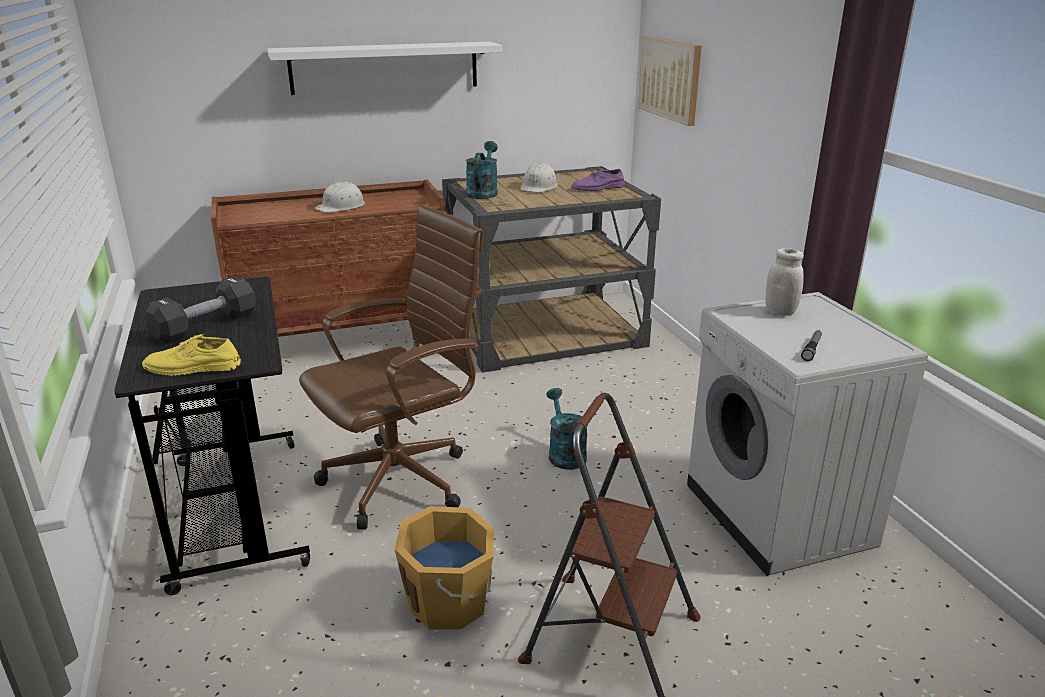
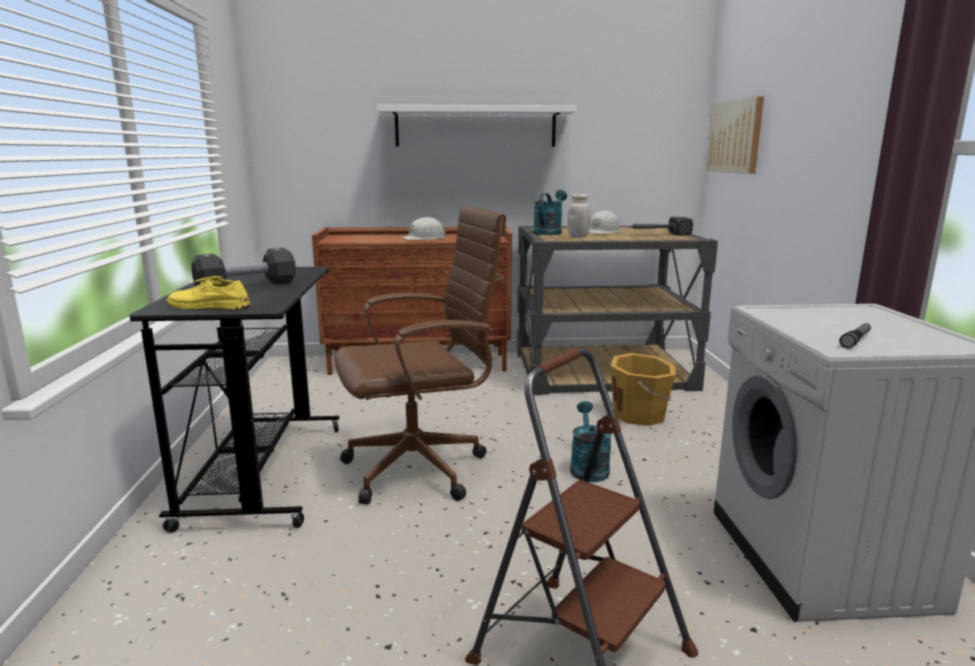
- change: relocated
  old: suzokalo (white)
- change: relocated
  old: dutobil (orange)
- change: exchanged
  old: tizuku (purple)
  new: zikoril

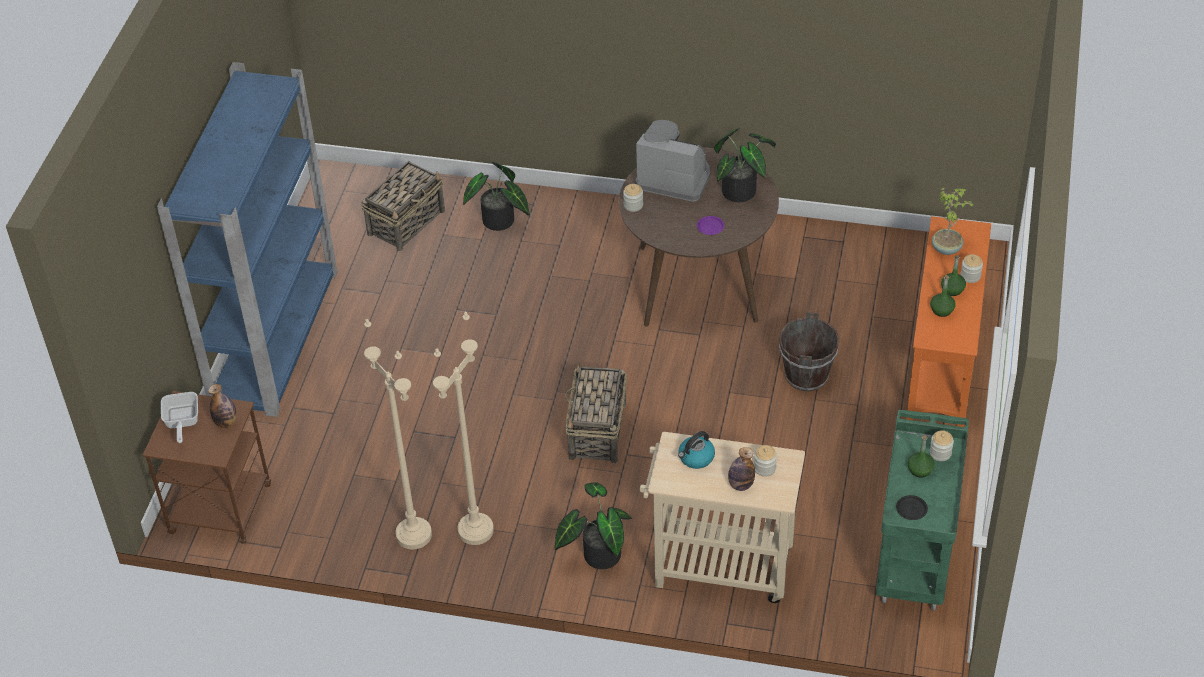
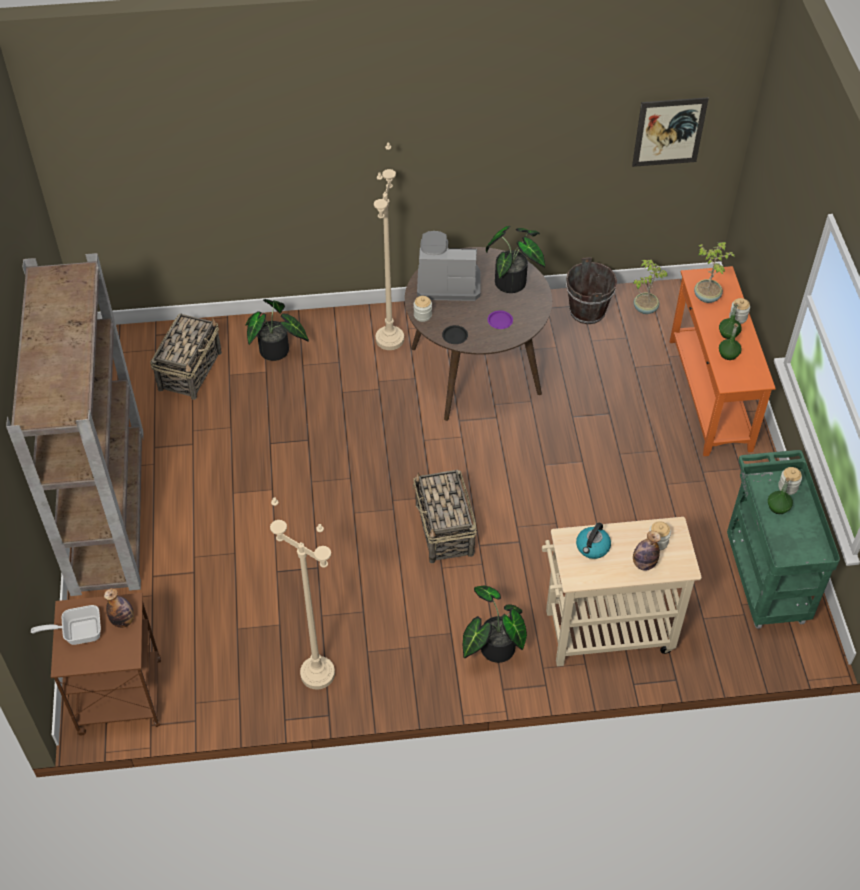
- change: colour
  old: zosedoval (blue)
  new: zosedoval (brown)
- change: spun
  old: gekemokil
  degrees: 105
- change: relocated
  old: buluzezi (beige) (no. 2 from left)
- change: relocated
  old: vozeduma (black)
- change: relocated
  old: dutobil (brown)
- change: appeared
  new: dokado
- change: appeared
  new: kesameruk (no. 4 from left)

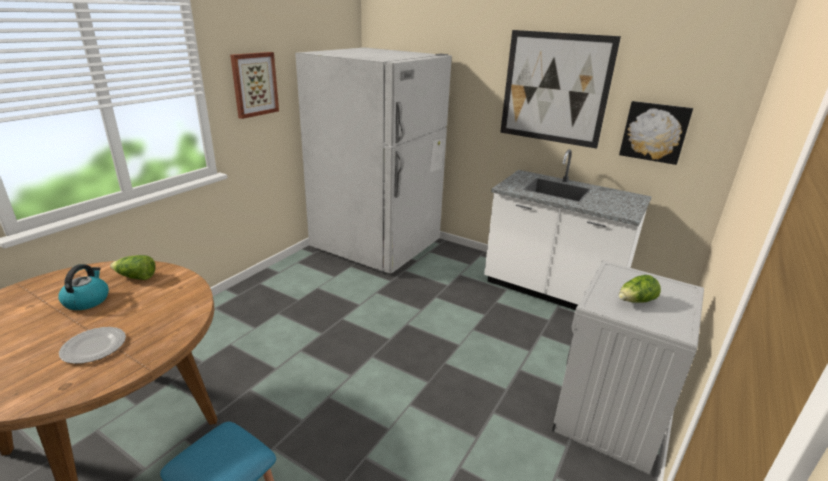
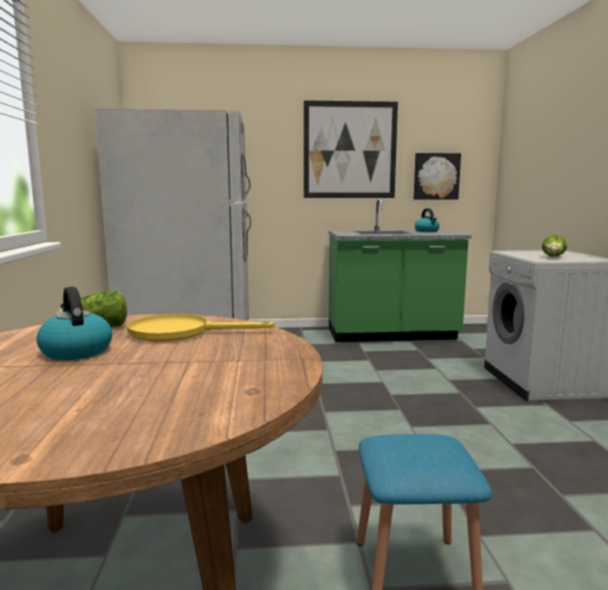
- change: appeared
  new: gekemokil (yellow)
- change: colour
  old: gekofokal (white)
  new: gekofokal (green)
- change: appeared
  new: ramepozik (no. 2 from left)
- change: missing
  old: vozeduma
- change: missing
  old: dokado (no. 1 from left)

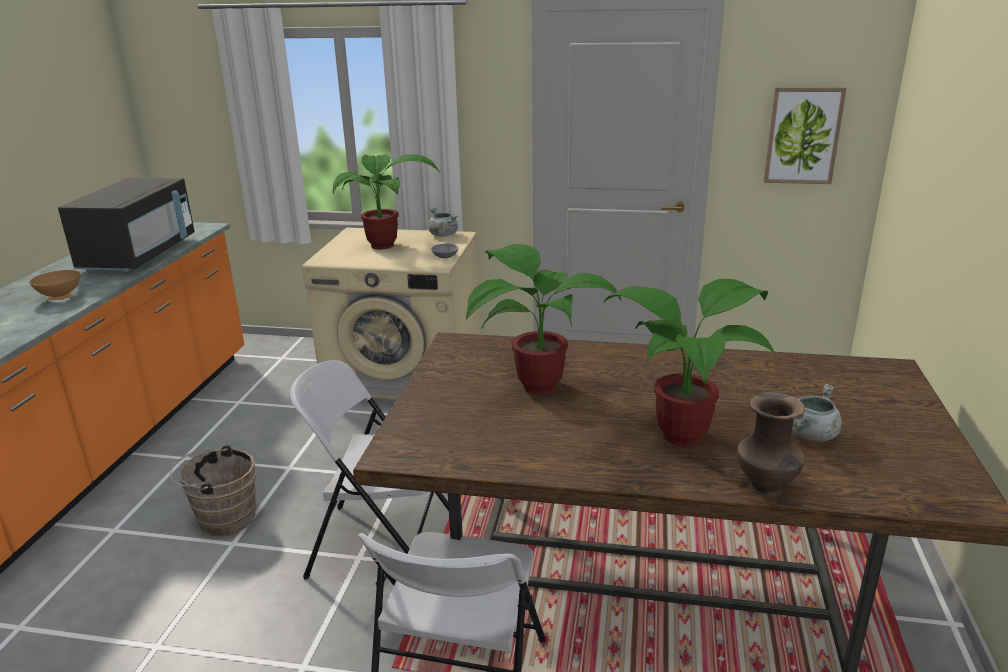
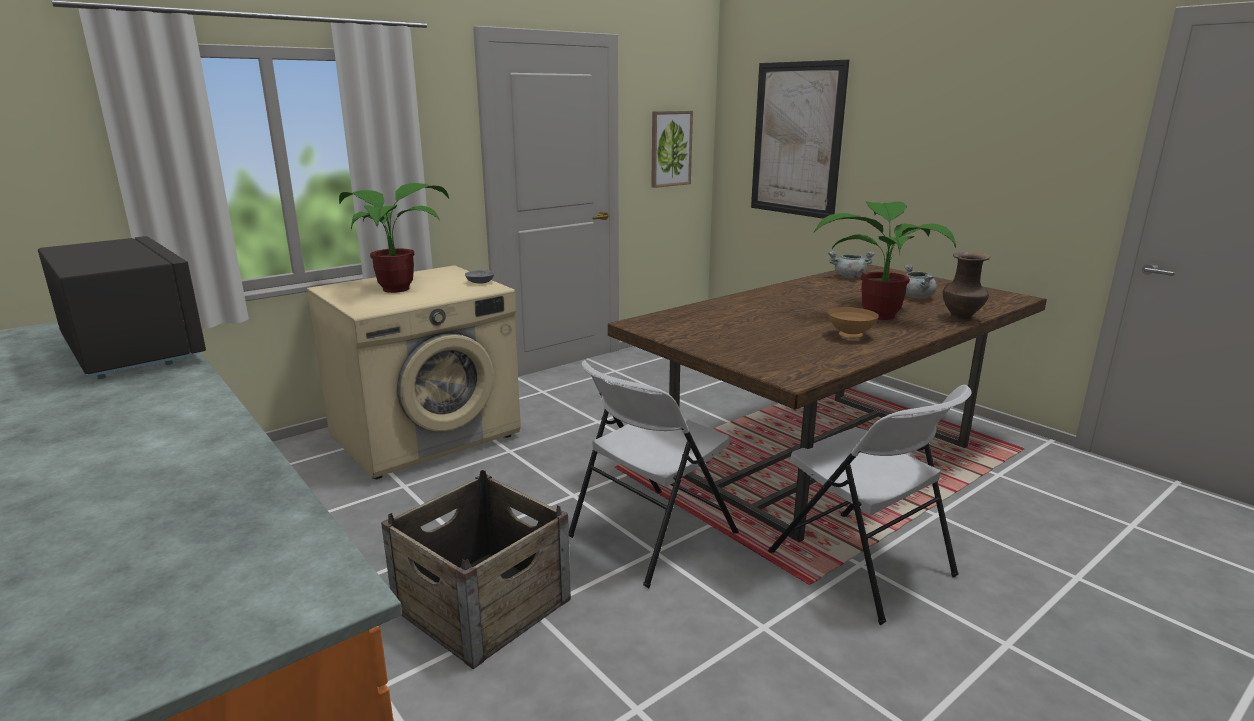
- change: exchanged
  old: dutobil (brown)
  new: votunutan
- change: appeared
  new: dokado (no. 2 from left)
- change: relocated
  old: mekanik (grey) (no. 1 from left)
- change: relocated
  old: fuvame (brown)
- change: missing
  old: kesameruk (no. 2 from left)

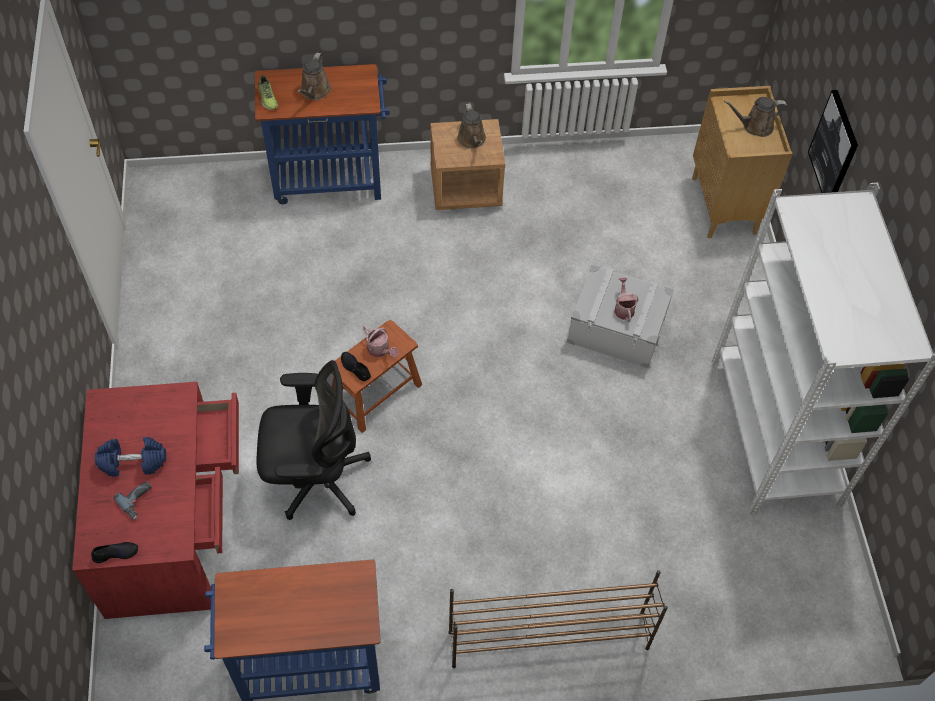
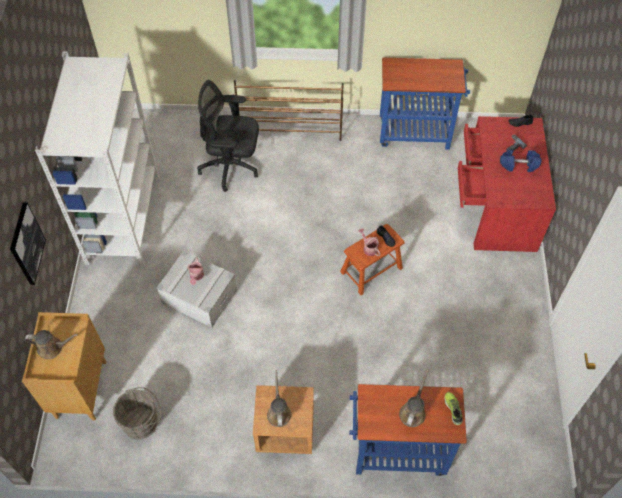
- change: appeared
  new: dutobil (grey)
- change: relocated
  old: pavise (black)

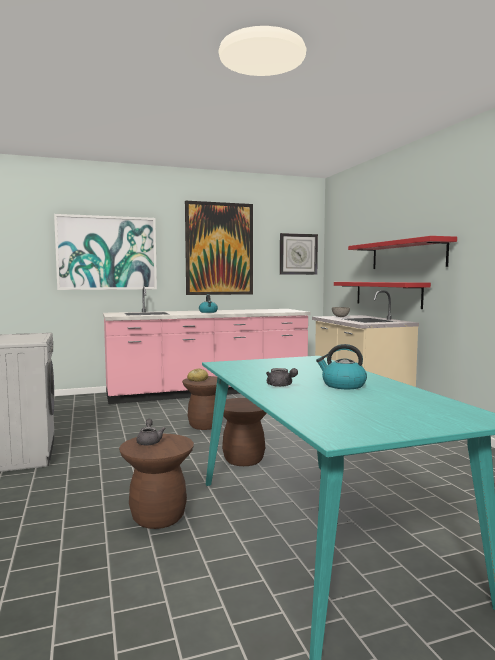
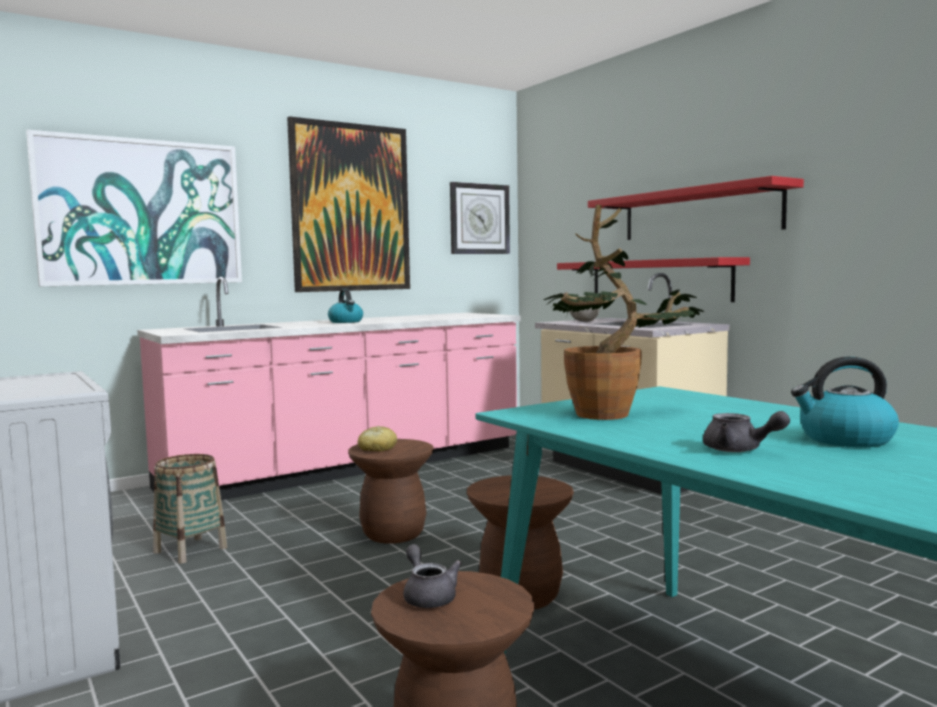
- change: appeared
  new: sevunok
- change: appeared
  new: kesameruk

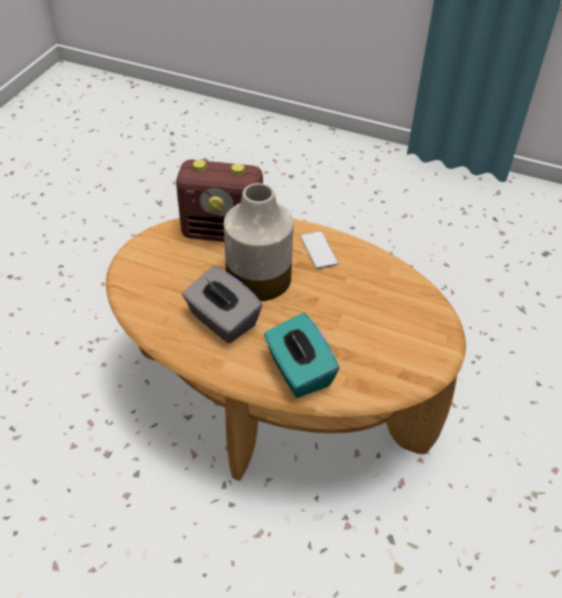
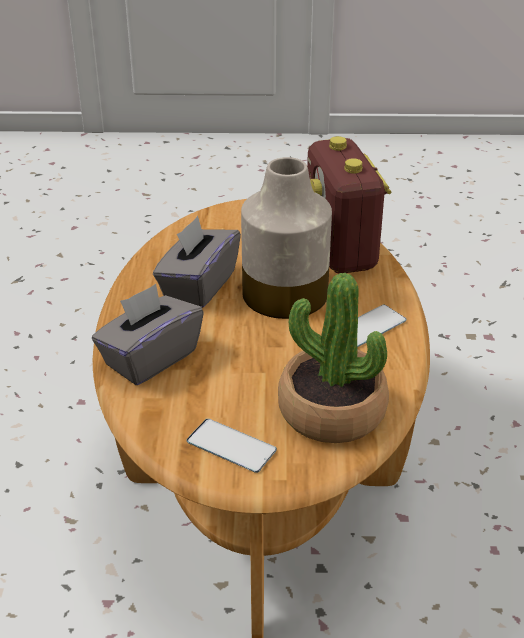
- change: colour
  old: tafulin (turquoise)
  new: tafulin (grey) (no. 1 from left)
- change: appeared
  new: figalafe (no. 1 from left)
- change: appeared
  new: kesameruk

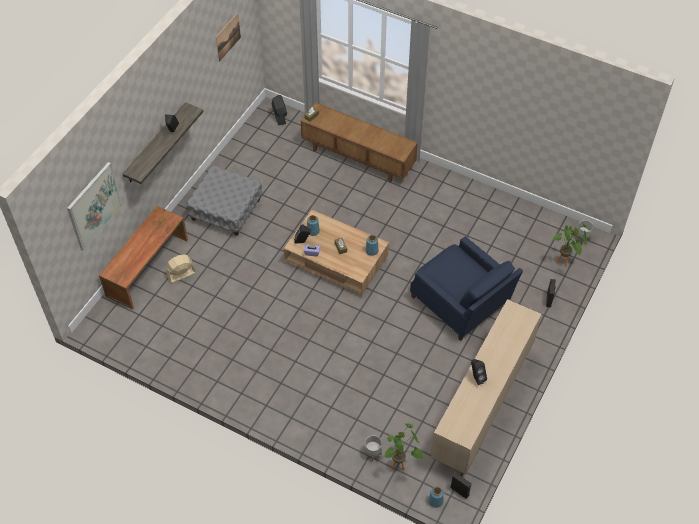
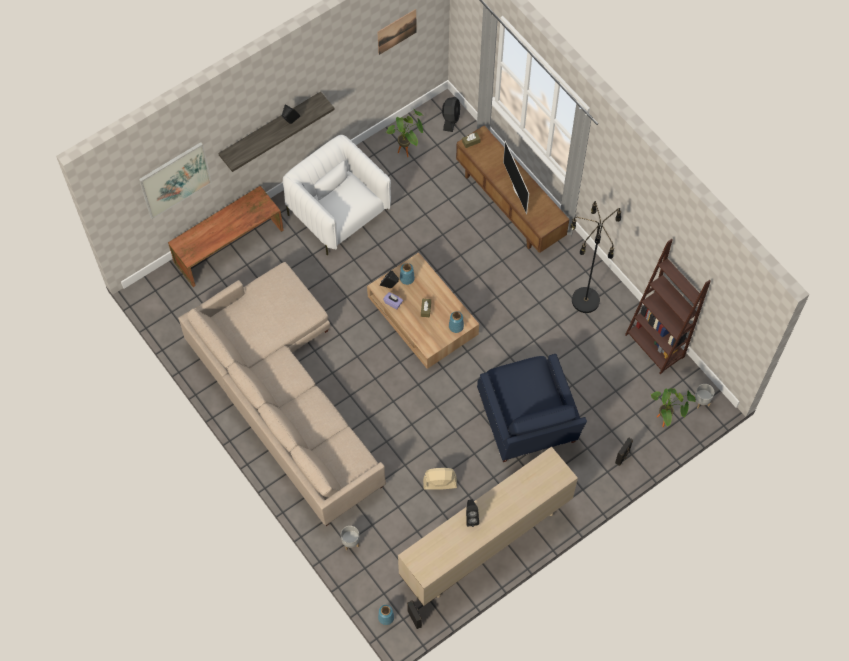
- change: appeared
  new: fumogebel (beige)
- change: exchanged
  old: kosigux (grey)
  new: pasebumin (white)
- change: relocated
  old: kesameruk (no. 1 from left)
- change: relocated
  old: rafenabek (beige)
- change: appeared
  new: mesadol
- change: appeared
  new: buluzezi
- change: appeared
  new: zosedoval (brown)

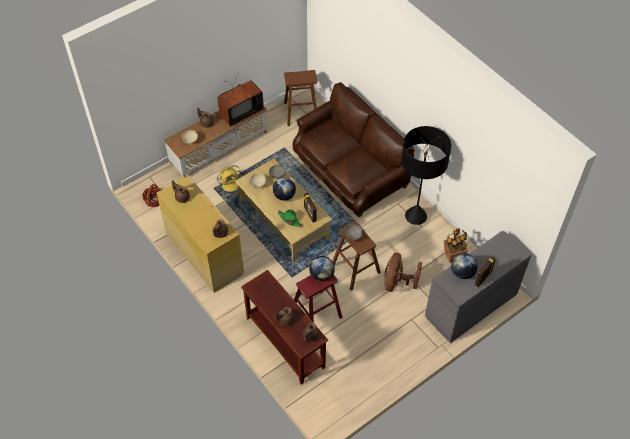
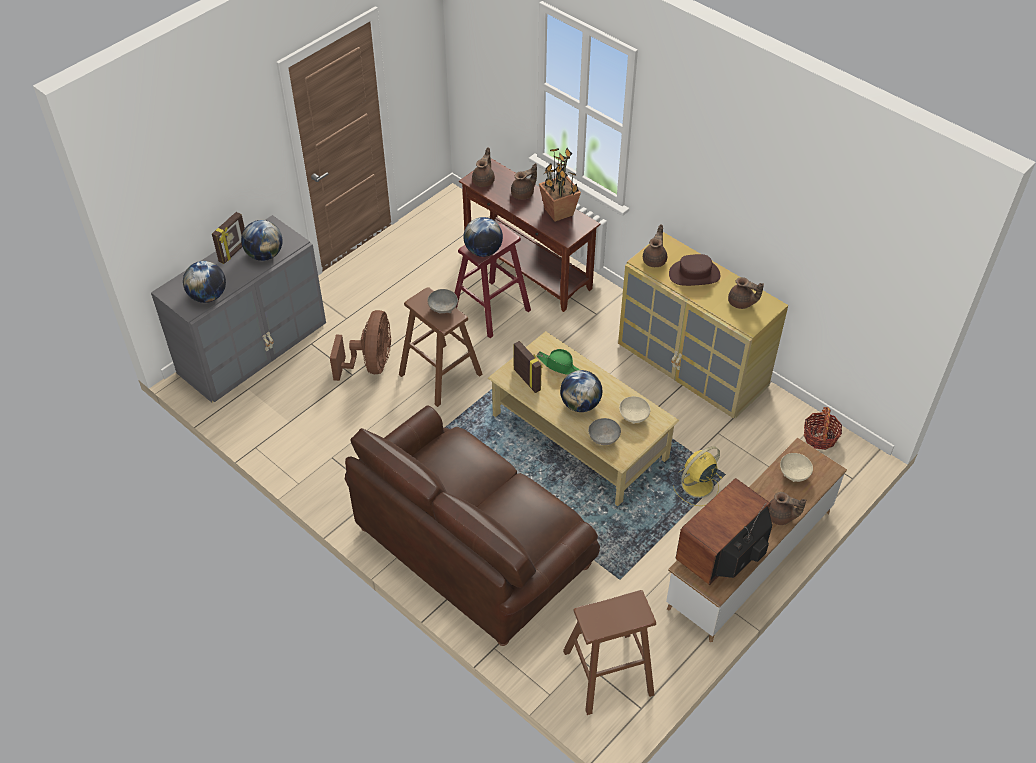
- change: appeared
  new: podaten (no. 1 from left)
- change: relocated
  old: kesameruk
- change: appeared
  new: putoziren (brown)
- change: missing
  old: buluzezi (black)

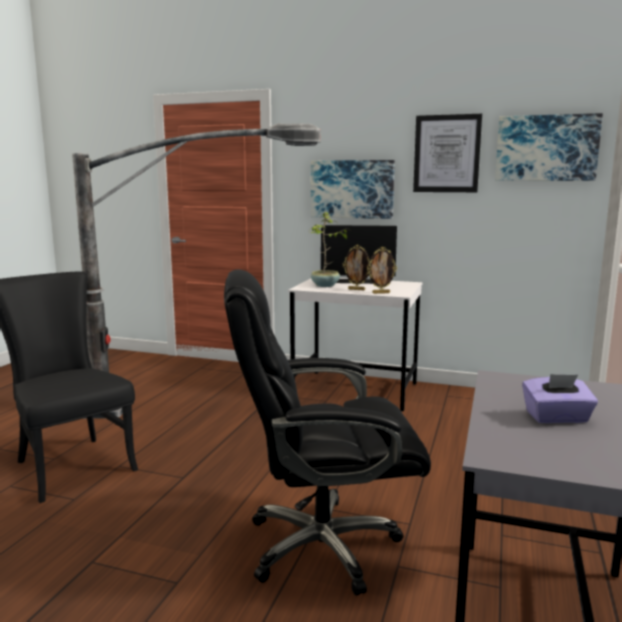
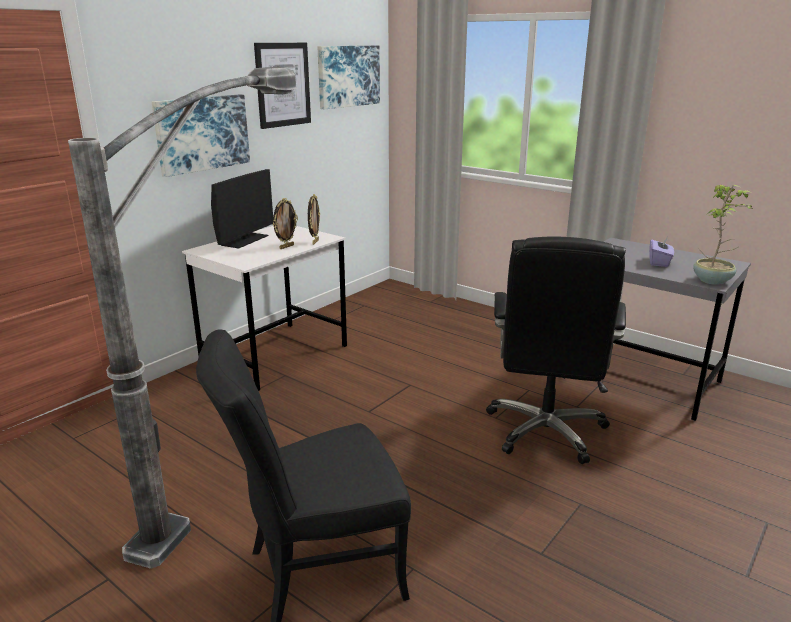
- change: relocated
  old: kesameruk

